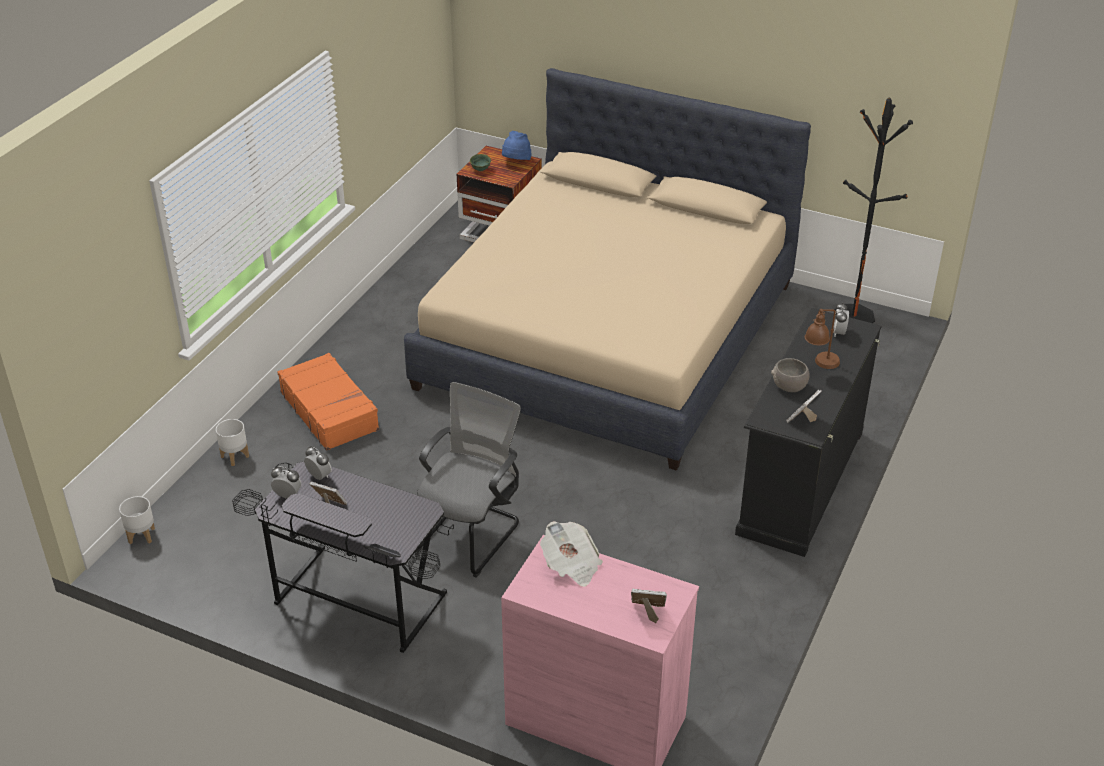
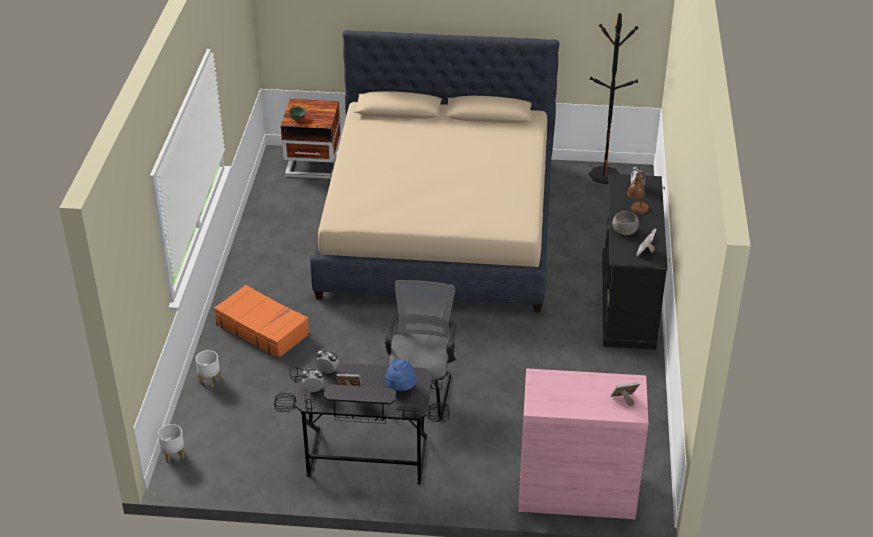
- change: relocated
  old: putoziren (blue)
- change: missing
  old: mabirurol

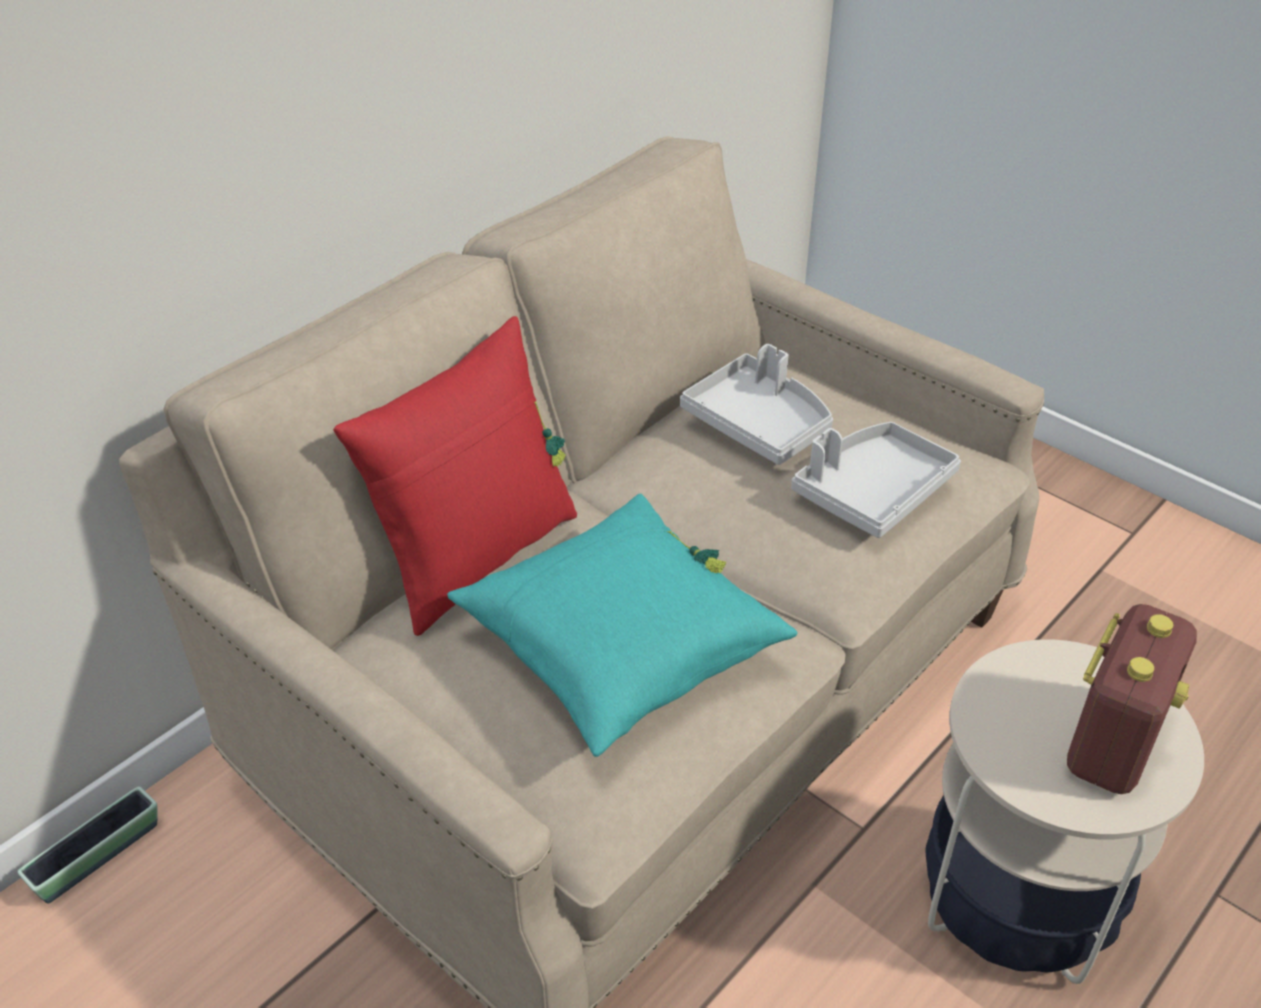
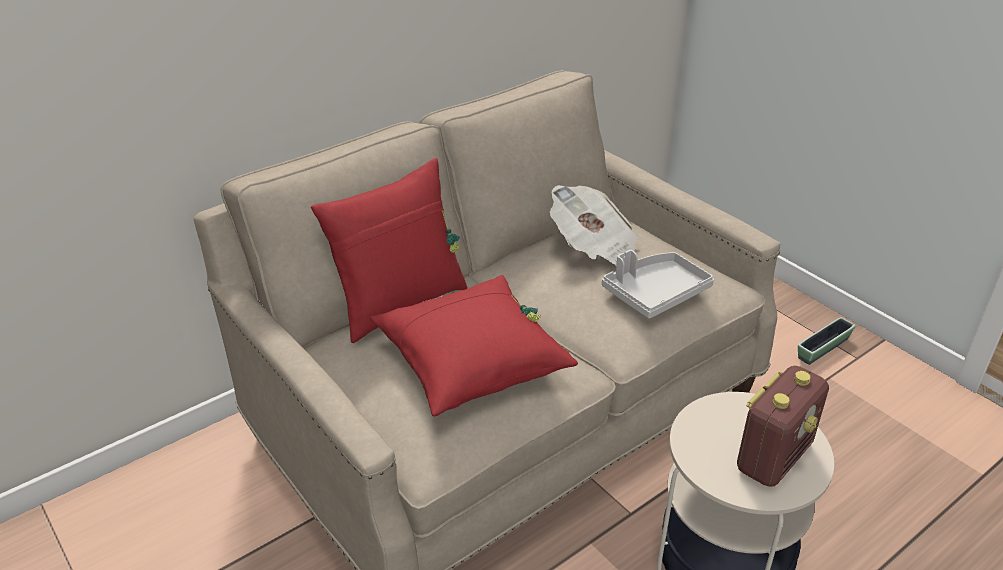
- change: colour
  old: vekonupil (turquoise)
  new: vekonupil (red) (no. 2 from left)
- change: exchanged
  old: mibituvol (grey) (no. 1 from left)
  new: mabirurol
- change: relocated
  old: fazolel

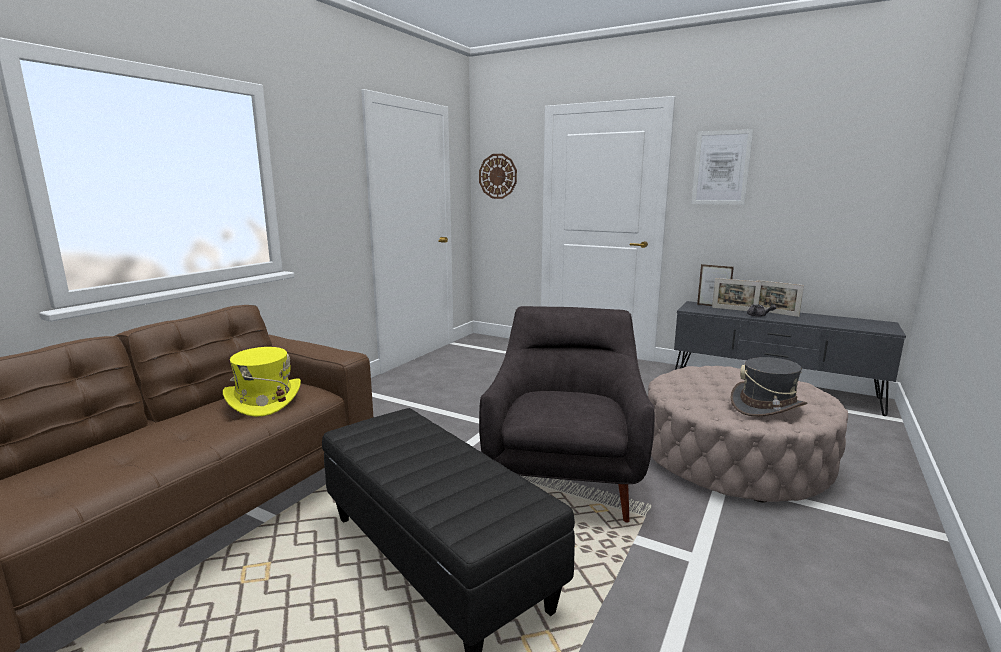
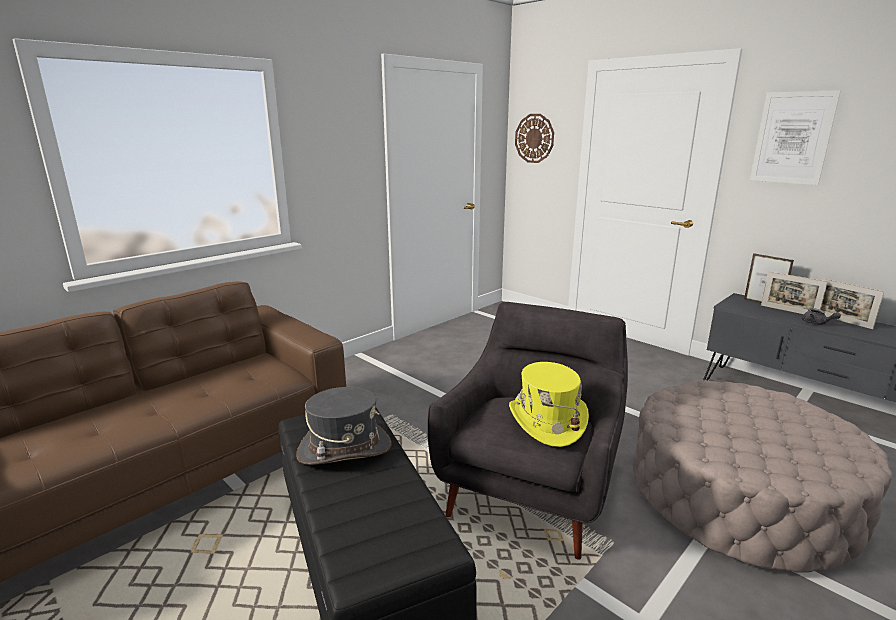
- change: relocated
  old: putoziren (grey)
- change: relocated
  old: putoziren (yellow)

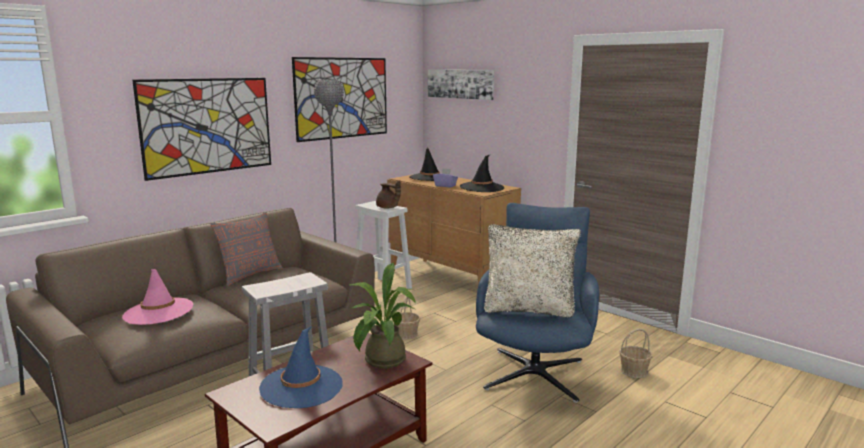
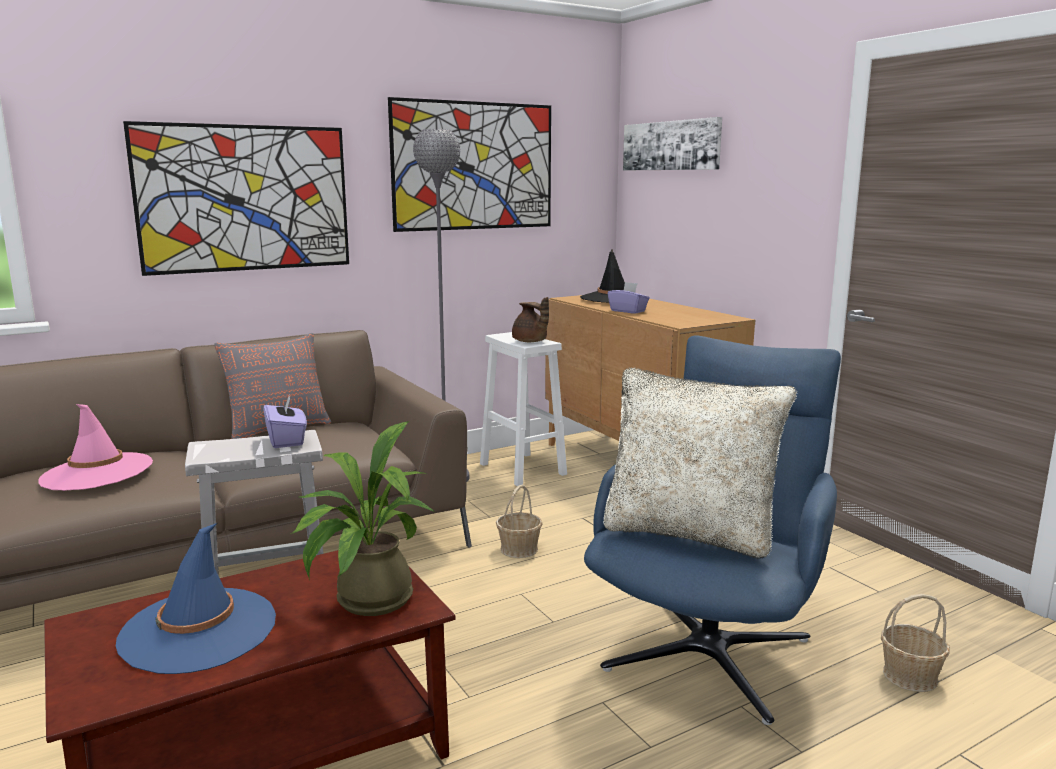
- change: appeared
  new: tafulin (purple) (no. 1 from left)
- change: missing
  old: putoziren (black) (no. 2 from left)

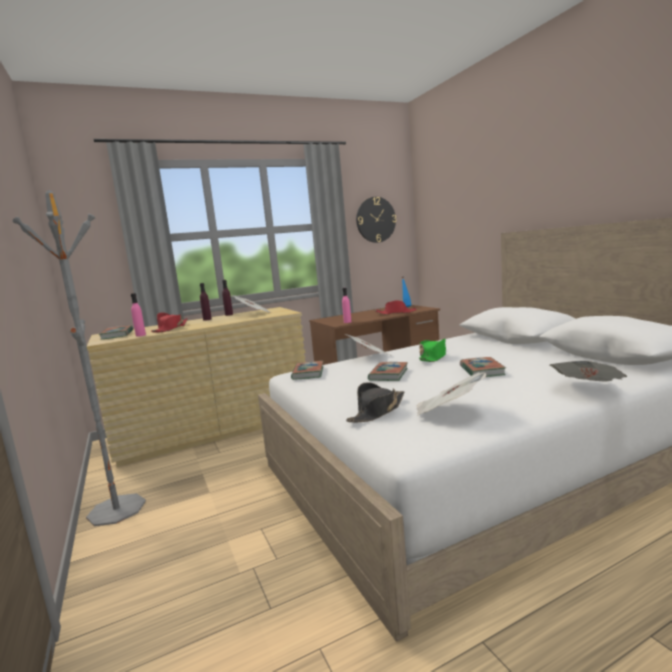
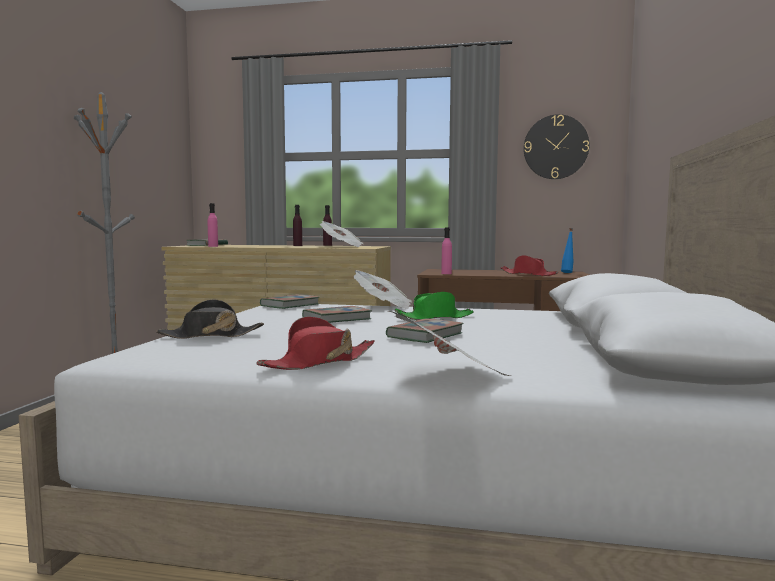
- change: relocated
  old: putoziren (red) (no. 1 from left)
- change: missing
  old: mabirurol (no. 3 from left)

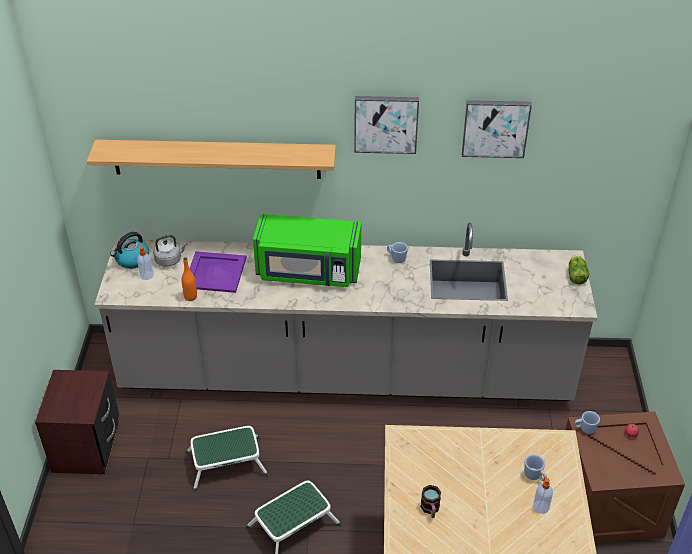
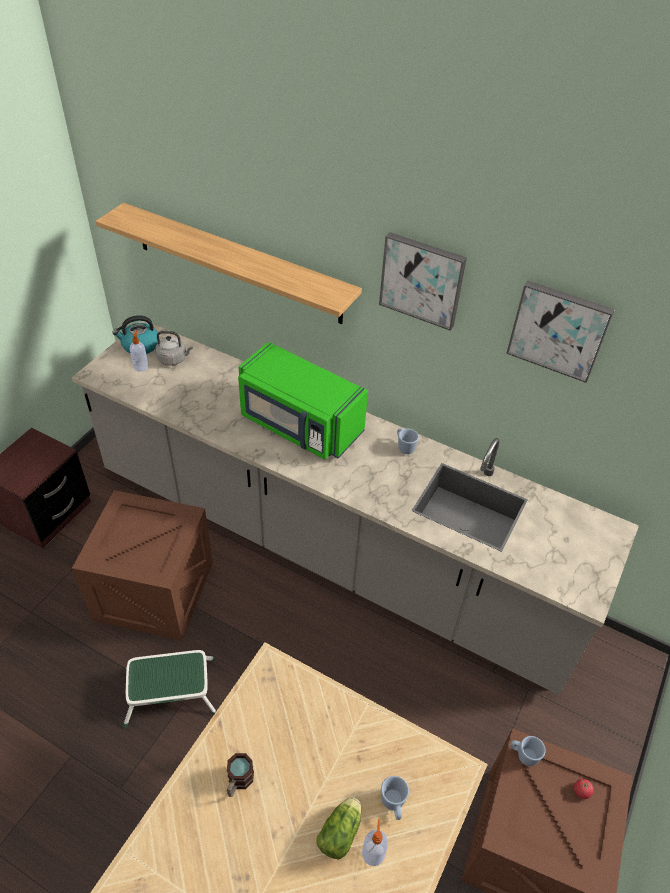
- change: exchanged
  old: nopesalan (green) (no. 1 from left)
  new: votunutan (no. 1 from left)
- change: relocated
  old: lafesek
- change: missing
  old: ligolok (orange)
- change: missing
  old: mibituvol (purple)

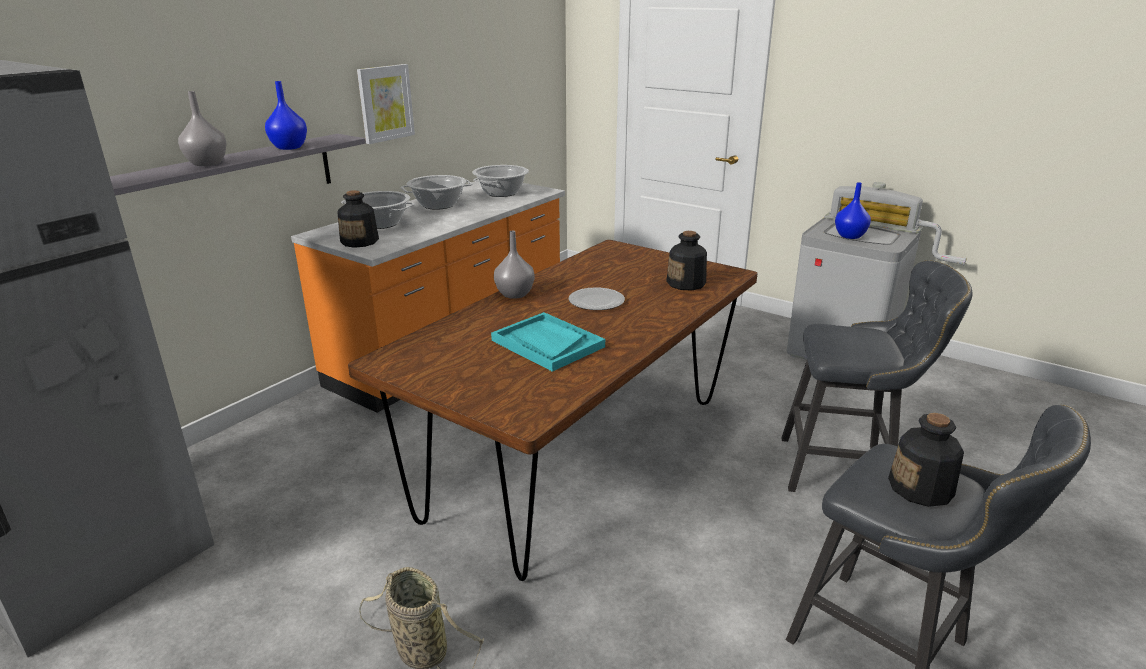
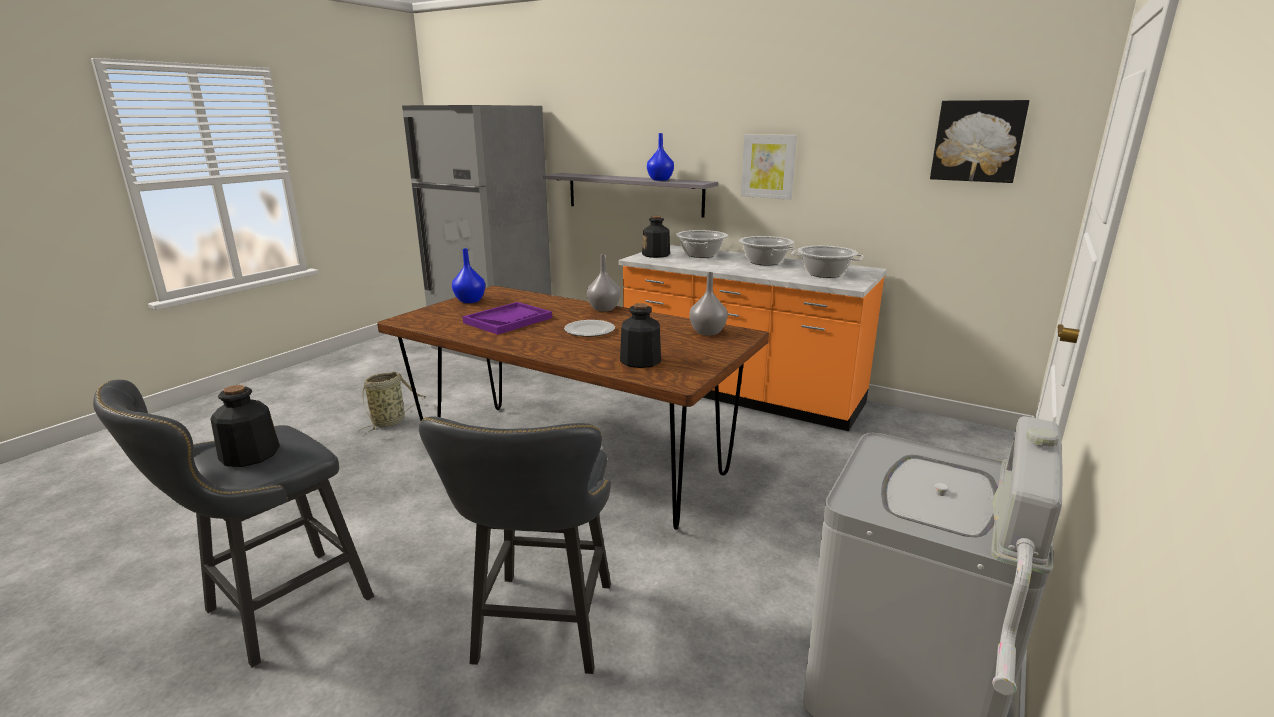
- change: relocated
  old: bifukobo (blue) (no. 2 from left in the first image)
  new: bifukobo (blue) (no. 1 from left)
- change: colour
  old: mibituvol (turquoise)
  new: mibituvol (purple)
- change: relocated
  old: bifukobo (grey) (no. 1 from left in the first image)
  new: bifukobo (grey) (no. 2 from left)
- change: appeared
  new: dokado (no. 2 from left)

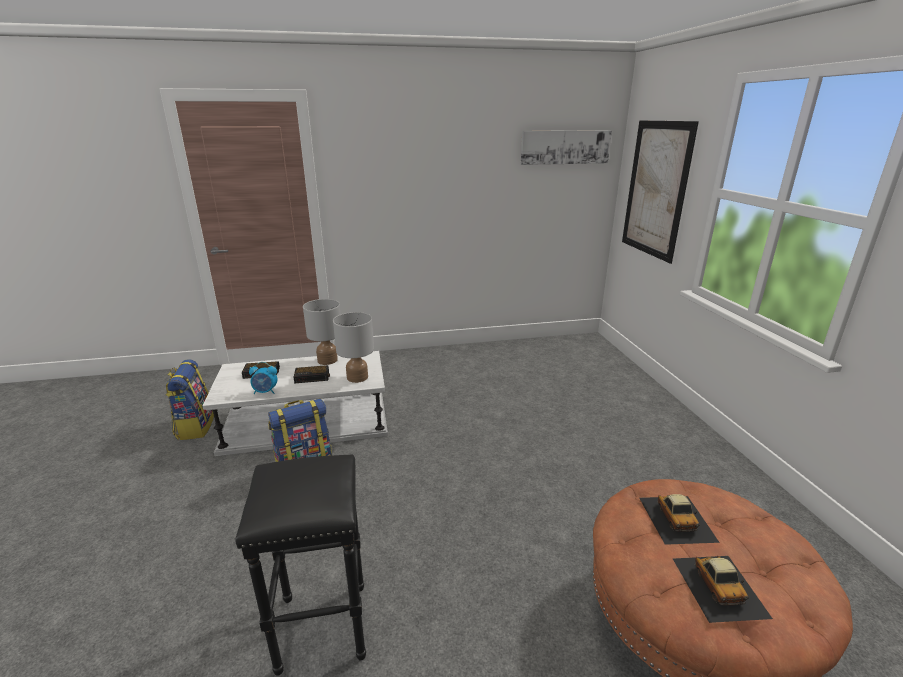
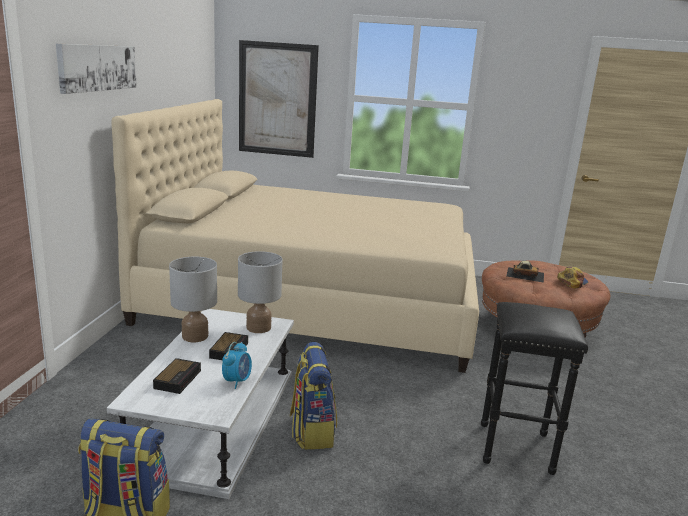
- change: relocated
  old: dokado (no. 1 from left)
- change: appeared
  new: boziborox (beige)
- change: exchanged
  old: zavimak (no. 2 from left)
  new: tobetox

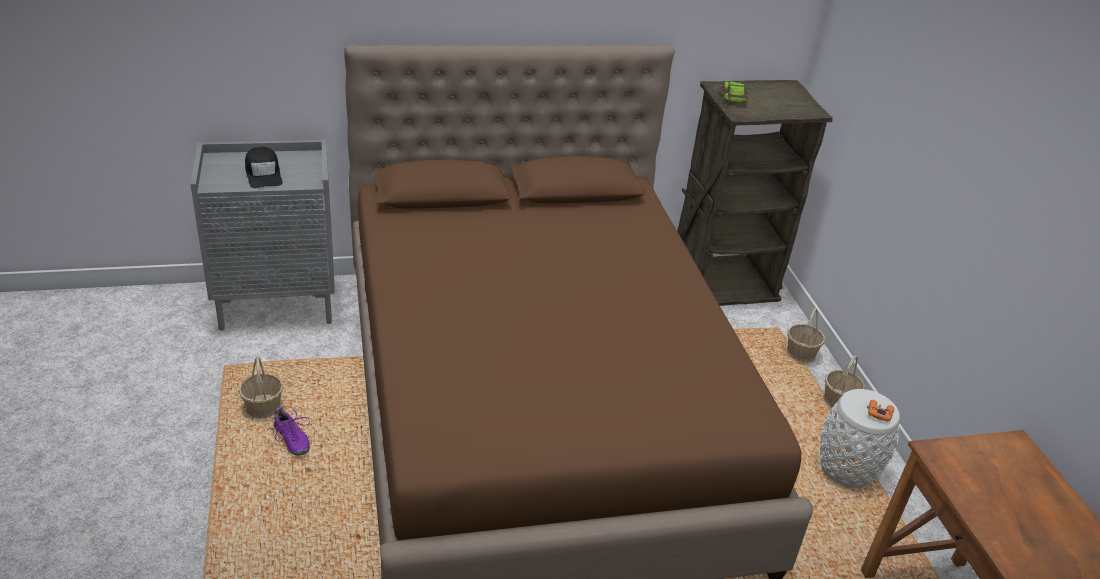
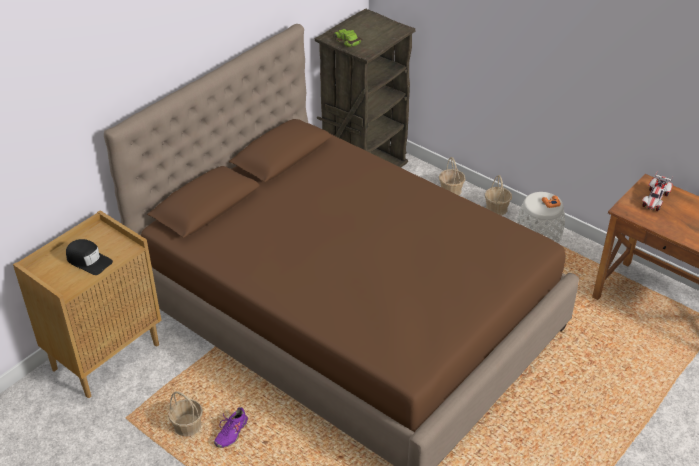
- change: colour
  old: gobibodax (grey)
  new: gobibodax (brown)
- change: spun
  old: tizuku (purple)
  degrees: 105
- change: appeared
  new: zavimak (no. 2 from left)

